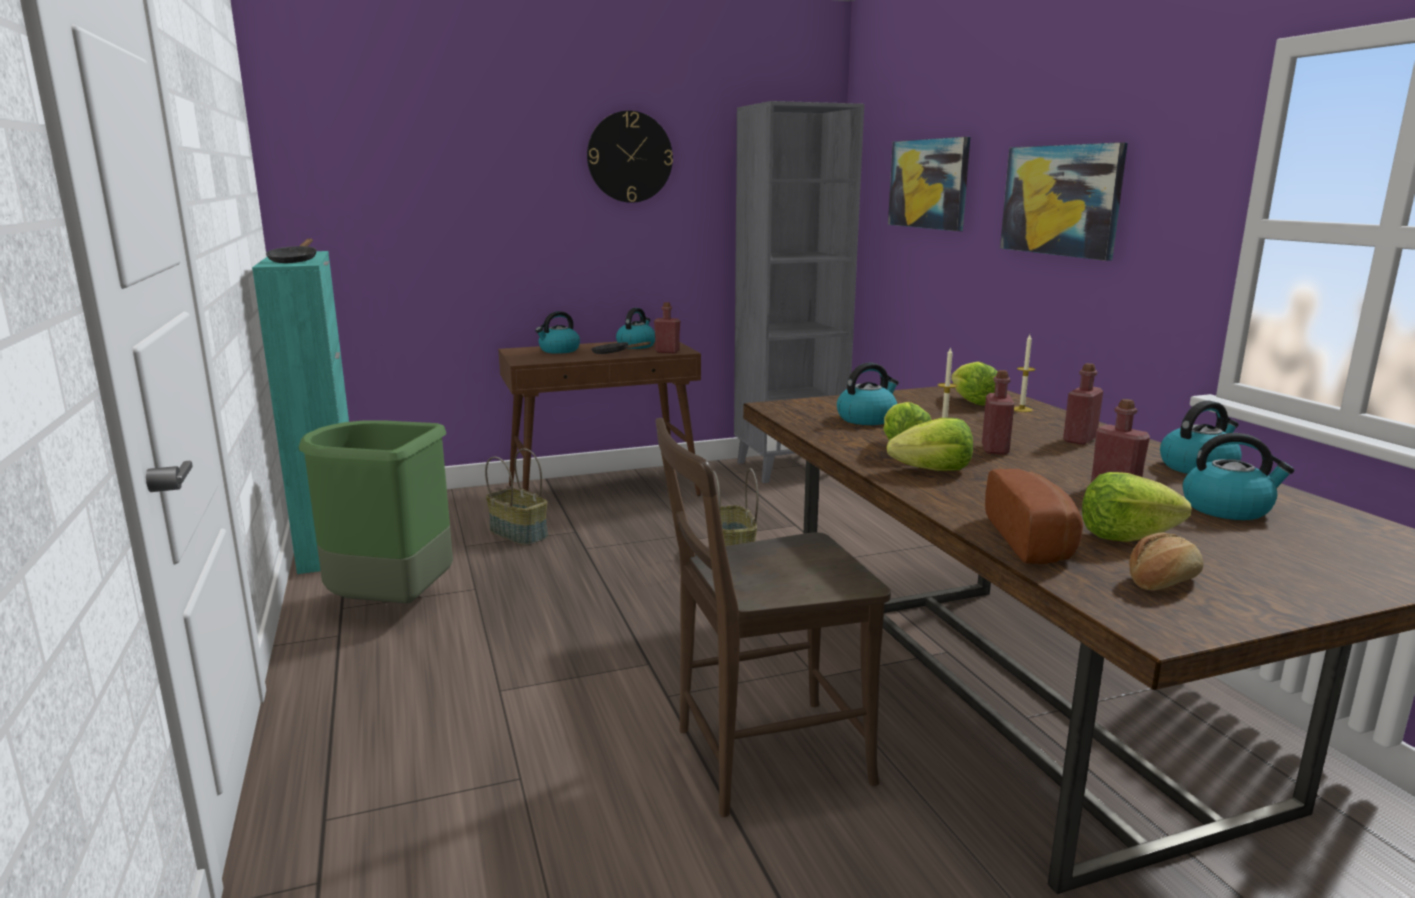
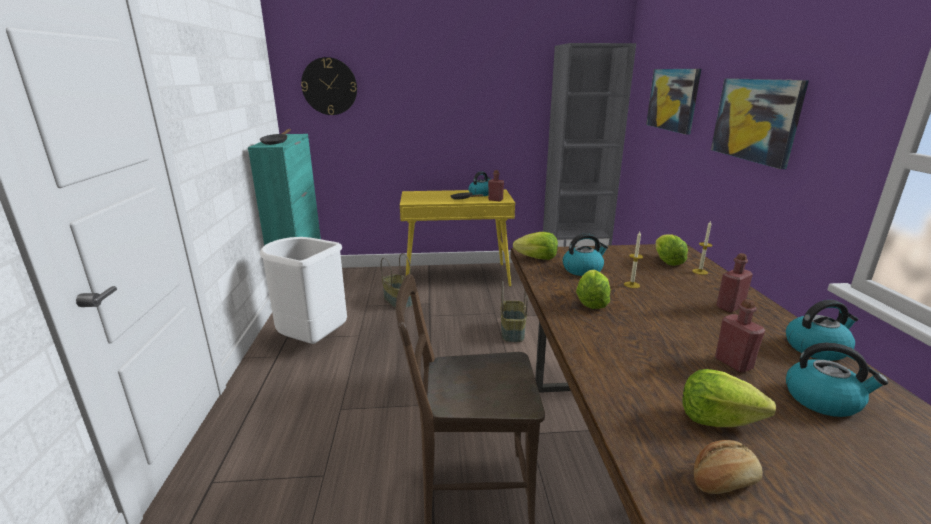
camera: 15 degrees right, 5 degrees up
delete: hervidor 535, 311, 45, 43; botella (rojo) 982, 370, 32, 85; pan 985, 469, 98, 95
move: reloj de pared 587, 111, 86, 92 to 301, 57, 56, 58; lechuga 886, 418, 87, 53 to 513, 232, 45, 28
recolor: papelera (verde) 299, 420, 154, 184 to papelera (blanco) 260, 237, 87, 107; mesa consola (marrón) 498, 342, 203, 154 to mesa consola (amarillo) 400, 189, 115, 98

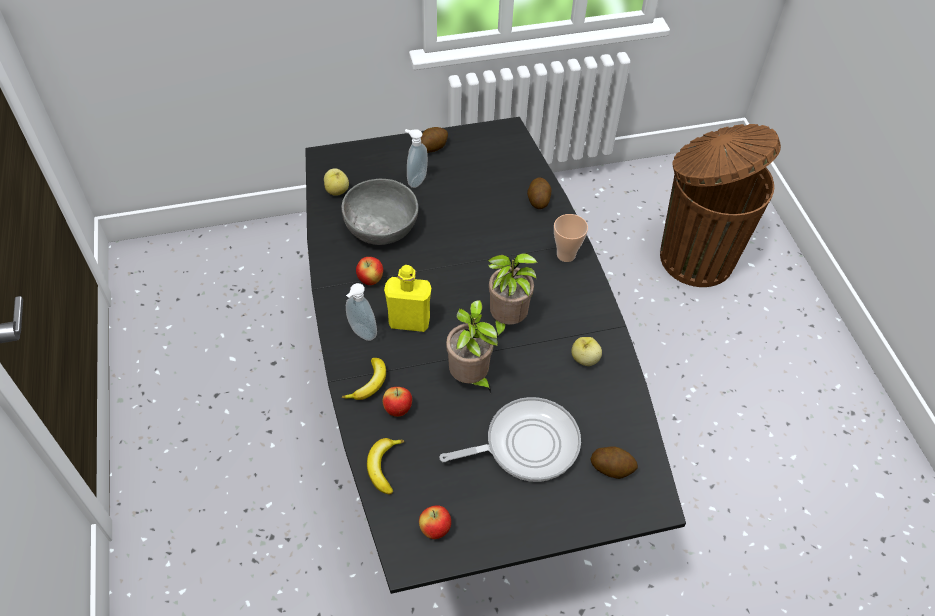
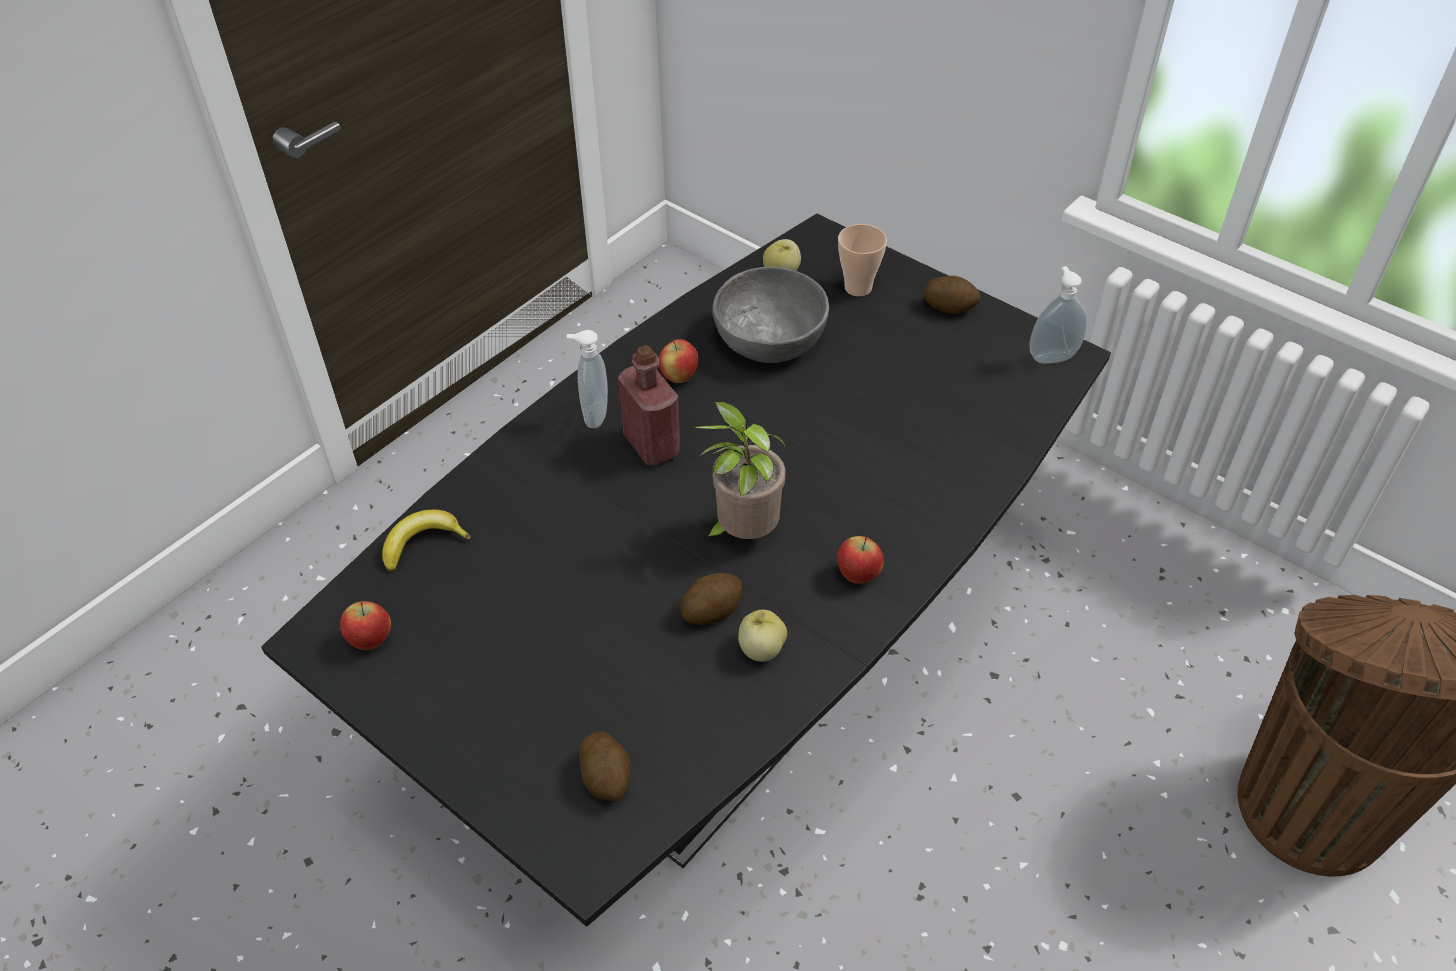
camera: 55 degrees right, 5 degrees down
delete: plátano 342, 358, 44, 42; sartén 440, 397, 141, 85; planta en maceta 446, 300, 52, 93
move: manzana 383, 387, 29, 30 to 837, 536, 47, 48; dispensador de jabón 405, 129, 23, 59 to 1029, 266, 58, 98; patata 527, 178, 24, 31 to 680, 573, 63, 52; taza 554, 214, 34, 48 to 838, 224, 49, 72
recolor: botella (amarillo) 384, 265, 47, 67 to botella (rojo) 618, 345, 62, 120

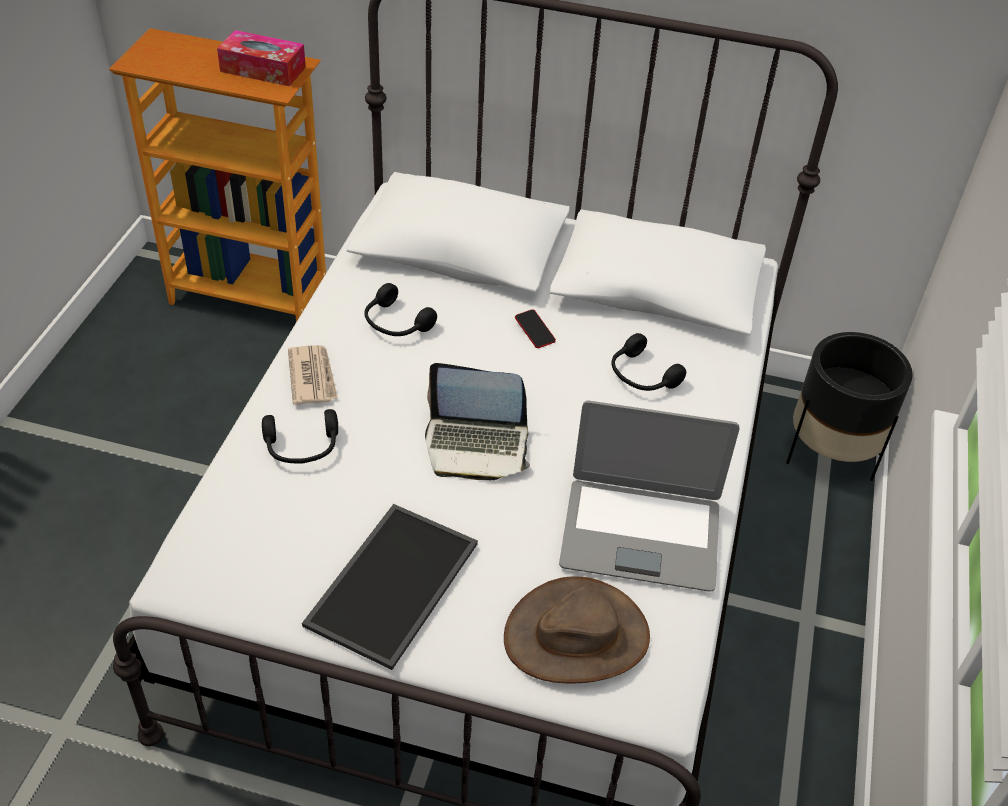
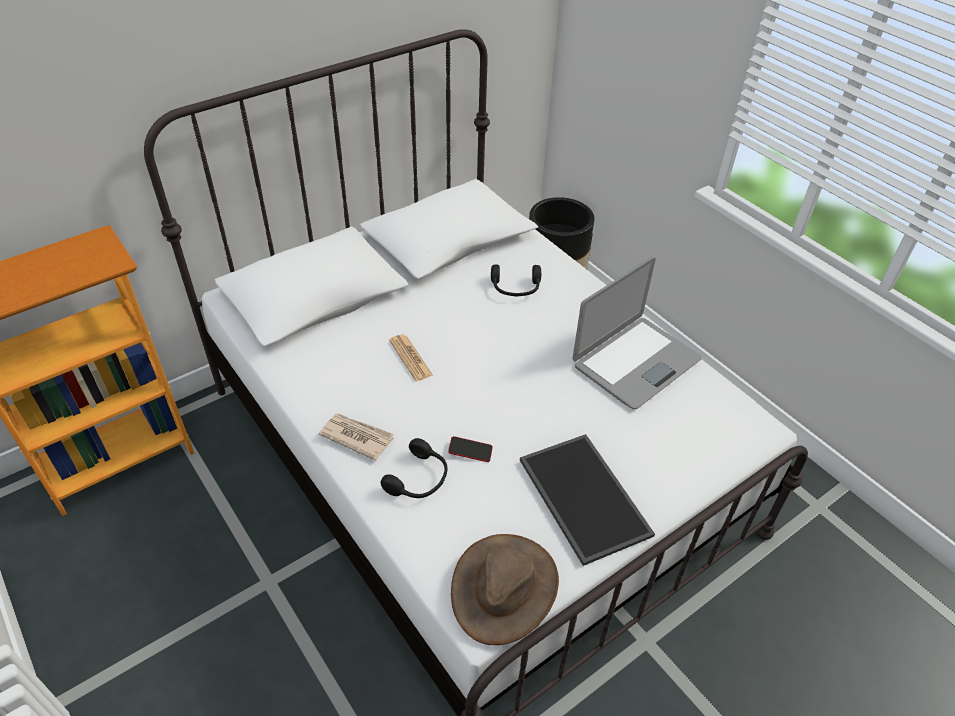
camera: 50 degrees left, 0 degrees up
delete: caja de pañuelos 217, 30, 89, 56; auriculares (negro) 364, 283, 73, 53; portátil 425, 363, 105, 117
insert: periódico 389, 335, 44, 46
move: sombrero (marrón) 504, 576, 146, 107 to 451, 534, 108, 111; móvil 515, 309, 41, 39 to 448, 436, 45, 26

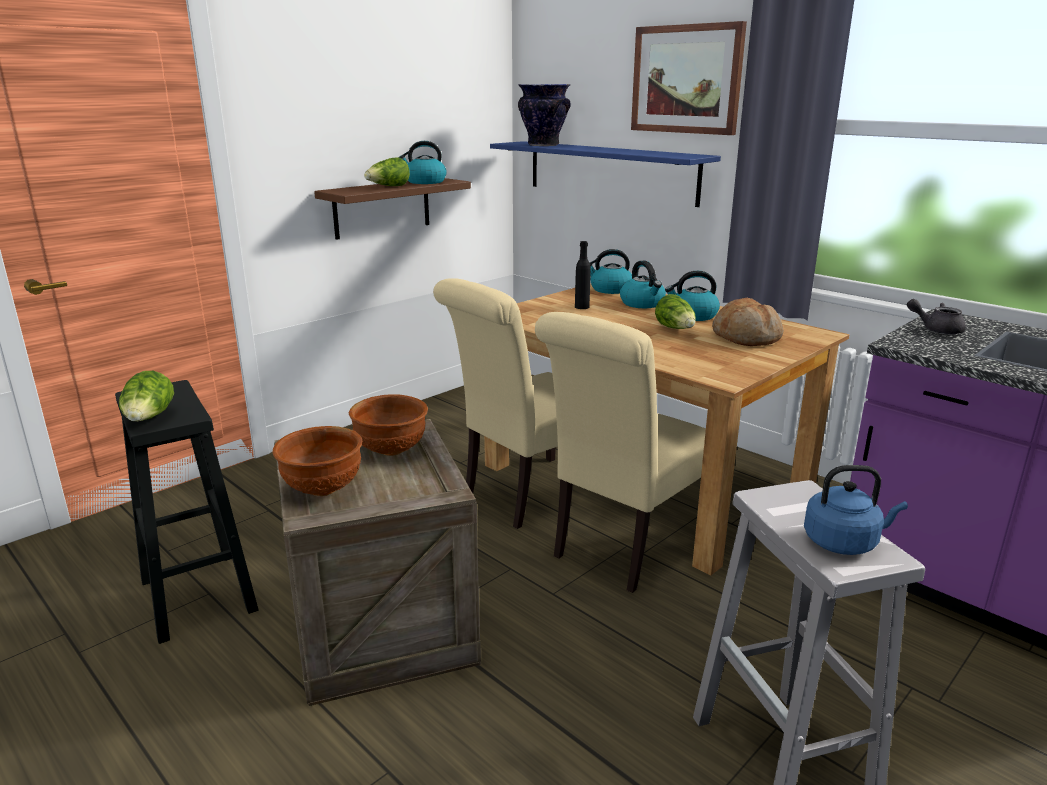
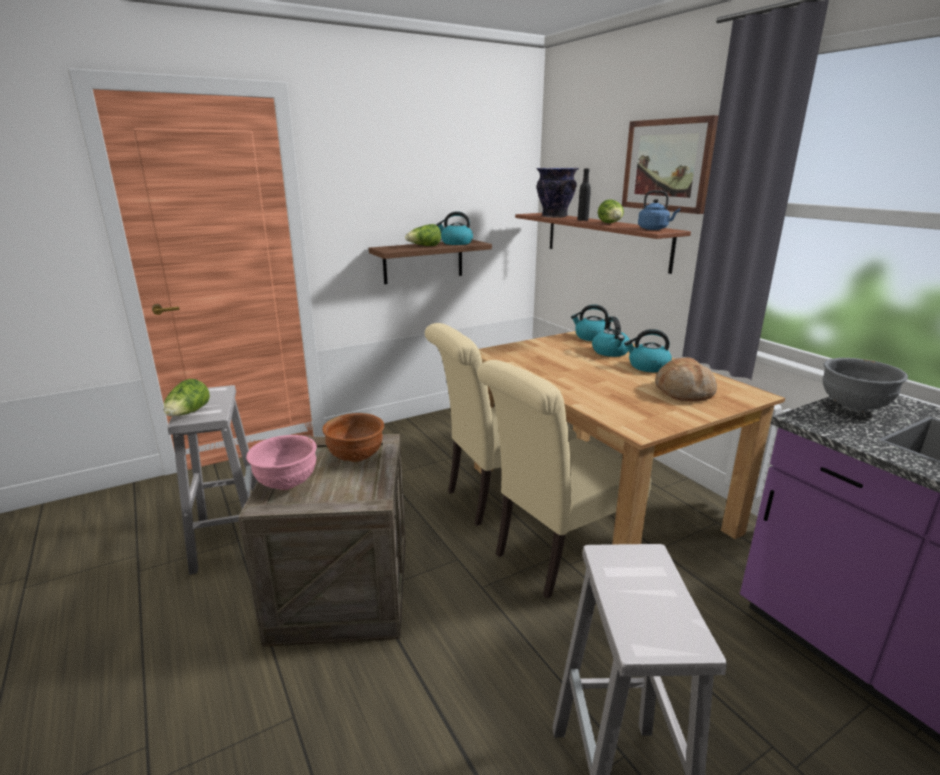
camera: 15 degrees right, 0 degrees up
move: botella (negro) 575, 241, 16, 68 to 577, 168, 14, 53; lechuga 655, 294, 41, 35 to 598, 199, 26, 24; hervidor (azul) 804, 465, 104, 90 to 638, 190, 42, 40
replace: tetera (gris) 907, 299, 59, 36 to cuenco (gris) 822, 358, 86, 54
recolor: taburete (negro) 115, 380, 144, 264 to taburete (blanco) 168, 385, 90, 190; cuenco (marrón) 273, 426, 89, 70 to cuenco (rosa) 246, 435, 71, 55; estante (azul) 490, 141, 231, 66 to estante (marrón) 515, 213, 176, 61

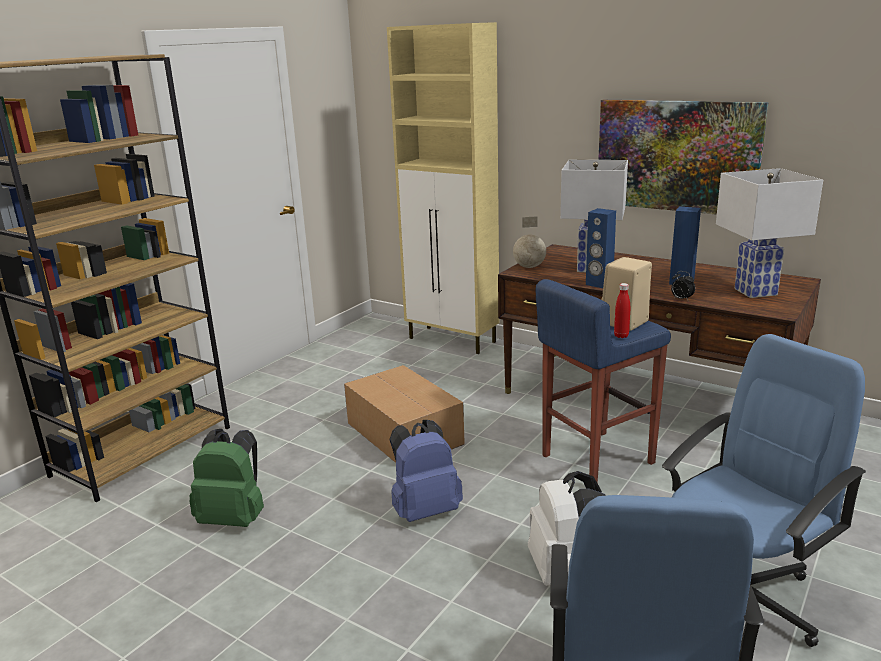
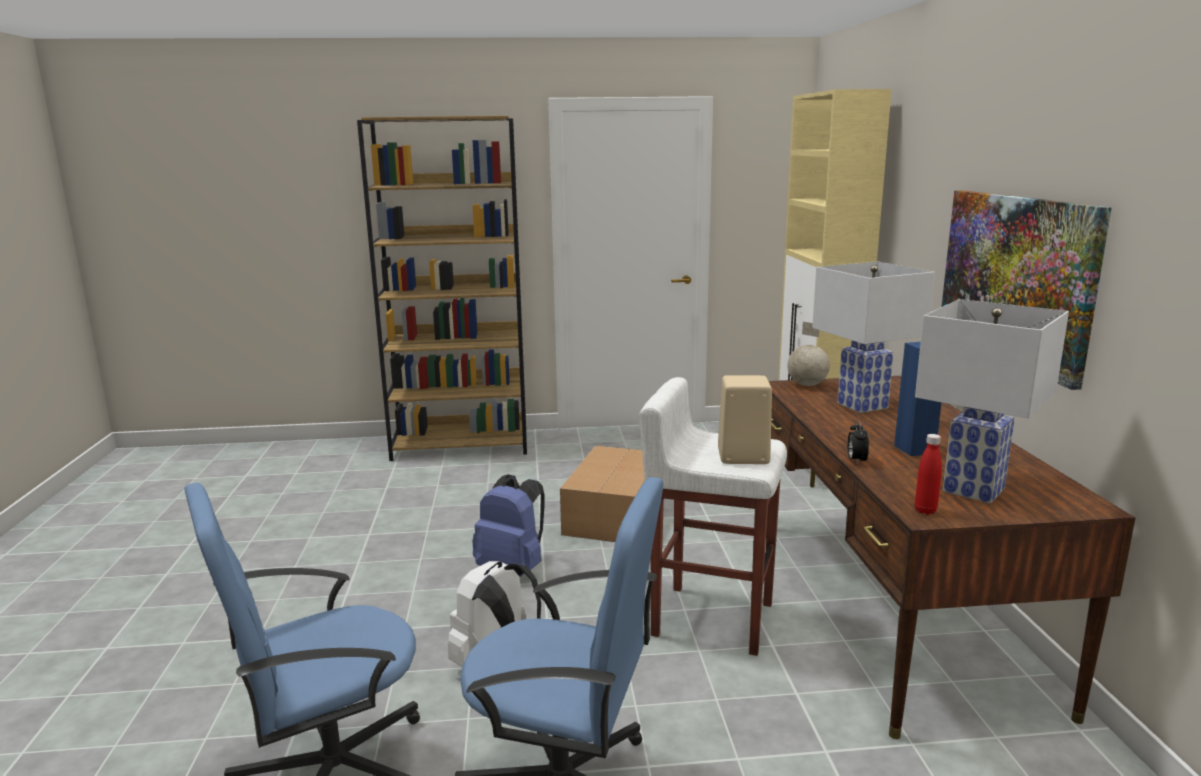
camera: 50 degrees right, 5 degrees down
delete: mochila (verde) 189, 429, 75, 98; altavoz (azul) 586, 208, 30, 80
move: botella (rojo) 614, 283, 16, 55 to 915, 434, 27, 80
recolor: taburete (azul) 536, 279, 135, 204 to taburete (blanco) 639, 377, 148, 279

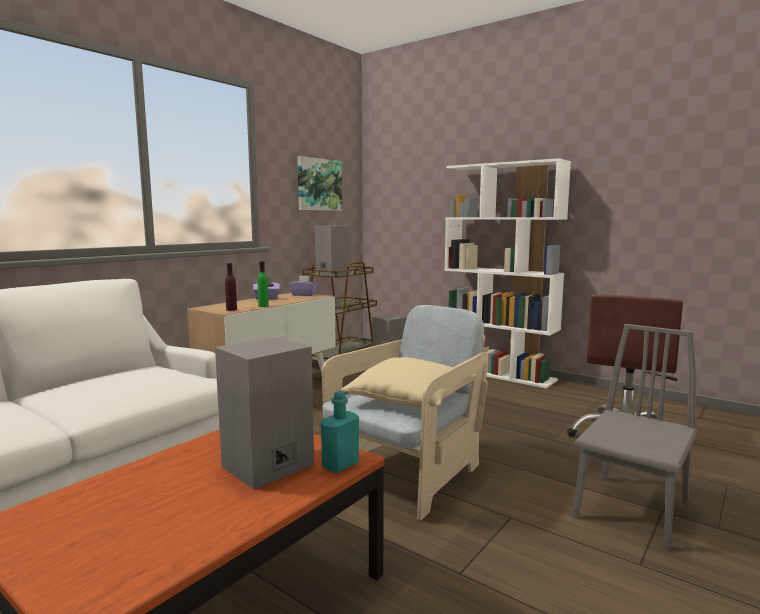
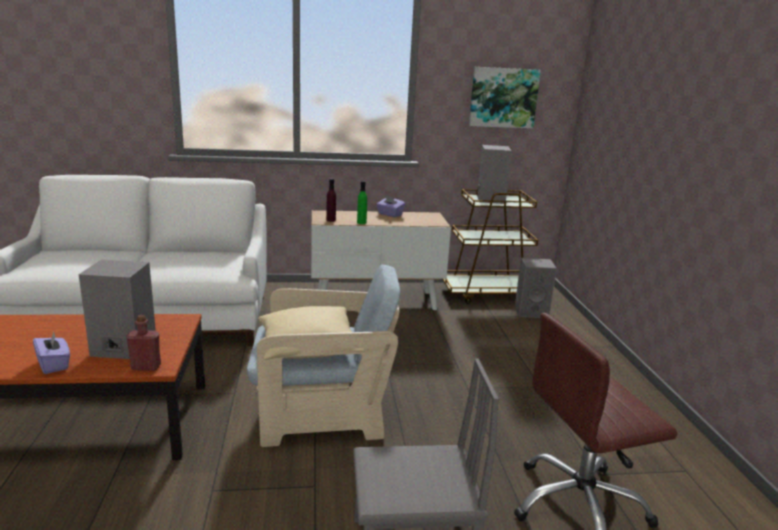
camera: 45 degrees right, 10 degrees up
delete: estantería (blanco) 444, 158, 127, 231
move: caja de pañuelos (morado) 289, 275, 28, 21 to 33, 331, 37, 43
recolor: botella (turquesa) 320, 391, 39, 82 to botella (rojo) 126, 315, 35, 56

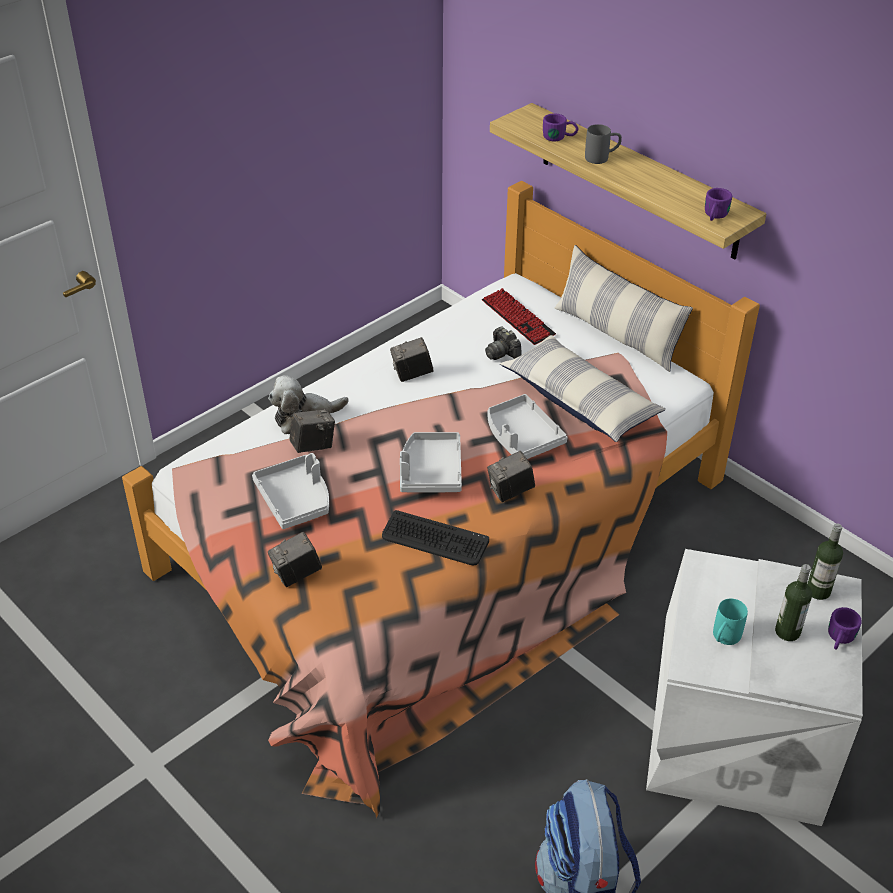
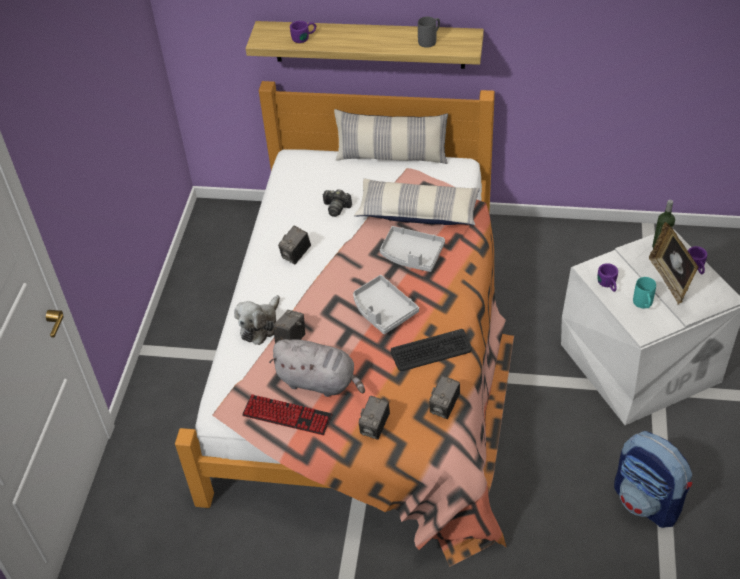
camera: 35 degrees left, 5 degrees up
move: teclado 482, 288, 74, 57 to 242, 394, 90, 41; cámara 487, 451, 48, 51 to 429, 375, 31, 44; taza grande (gris) 585, 124, 37, 40 to 418, 17, 22, 31; taza grande (morado) 705, 188, 27, 33 to 598, 263, 20, 29
replace: bandeja (gris) 252, 453, 77, 76 to peluche (gris) 269, 339, 96, 58; botella 775, 564, 37, 77 to portarretratos 649, 222, 50, 82

